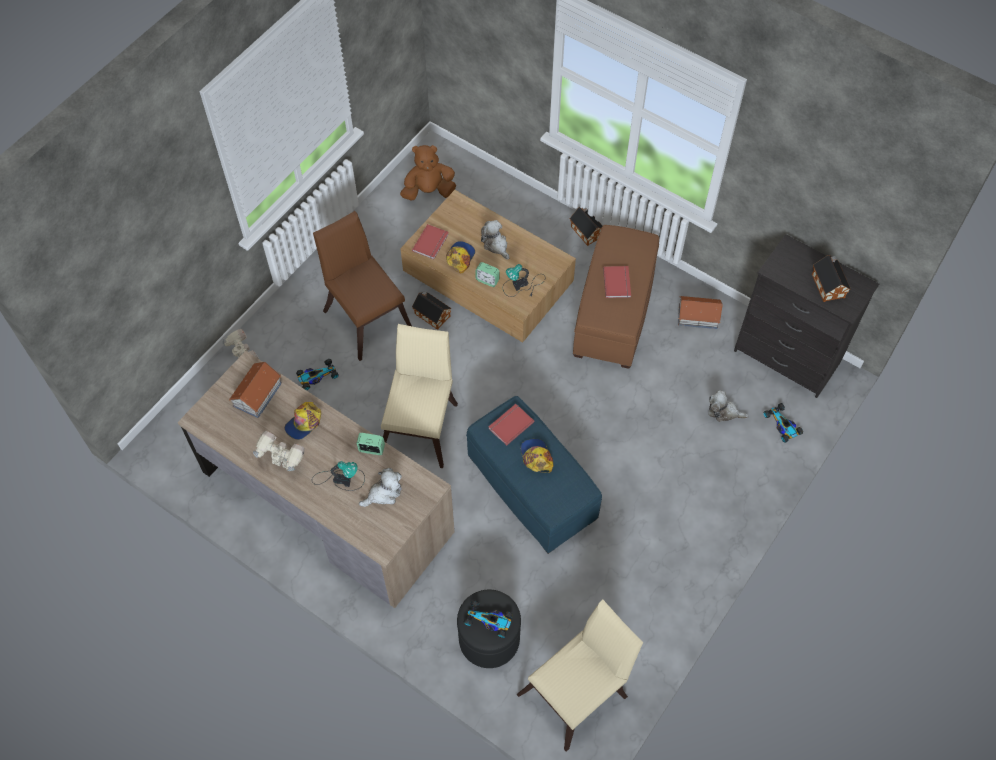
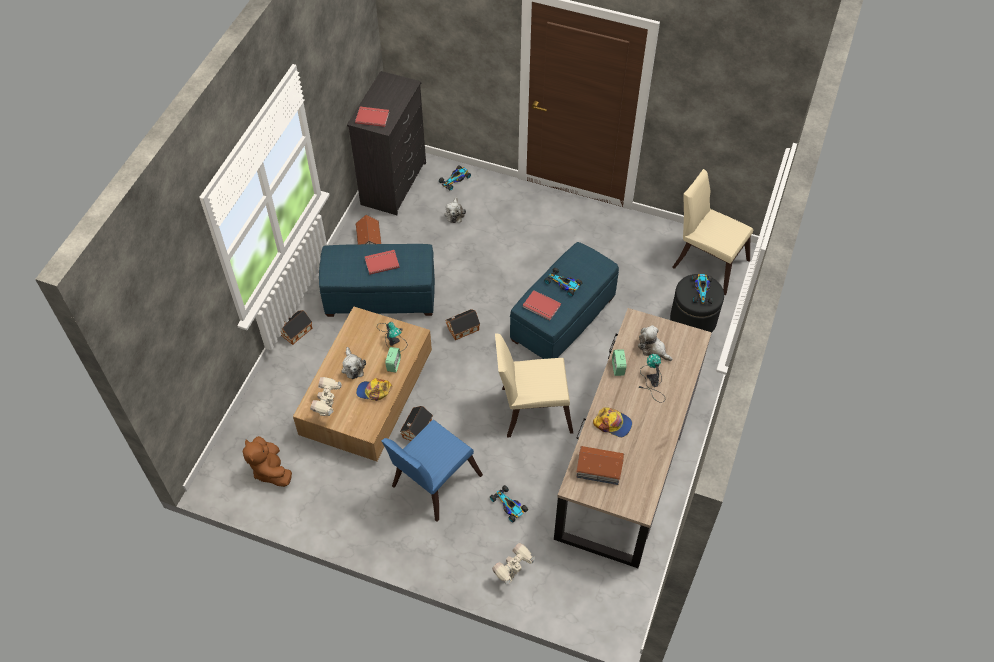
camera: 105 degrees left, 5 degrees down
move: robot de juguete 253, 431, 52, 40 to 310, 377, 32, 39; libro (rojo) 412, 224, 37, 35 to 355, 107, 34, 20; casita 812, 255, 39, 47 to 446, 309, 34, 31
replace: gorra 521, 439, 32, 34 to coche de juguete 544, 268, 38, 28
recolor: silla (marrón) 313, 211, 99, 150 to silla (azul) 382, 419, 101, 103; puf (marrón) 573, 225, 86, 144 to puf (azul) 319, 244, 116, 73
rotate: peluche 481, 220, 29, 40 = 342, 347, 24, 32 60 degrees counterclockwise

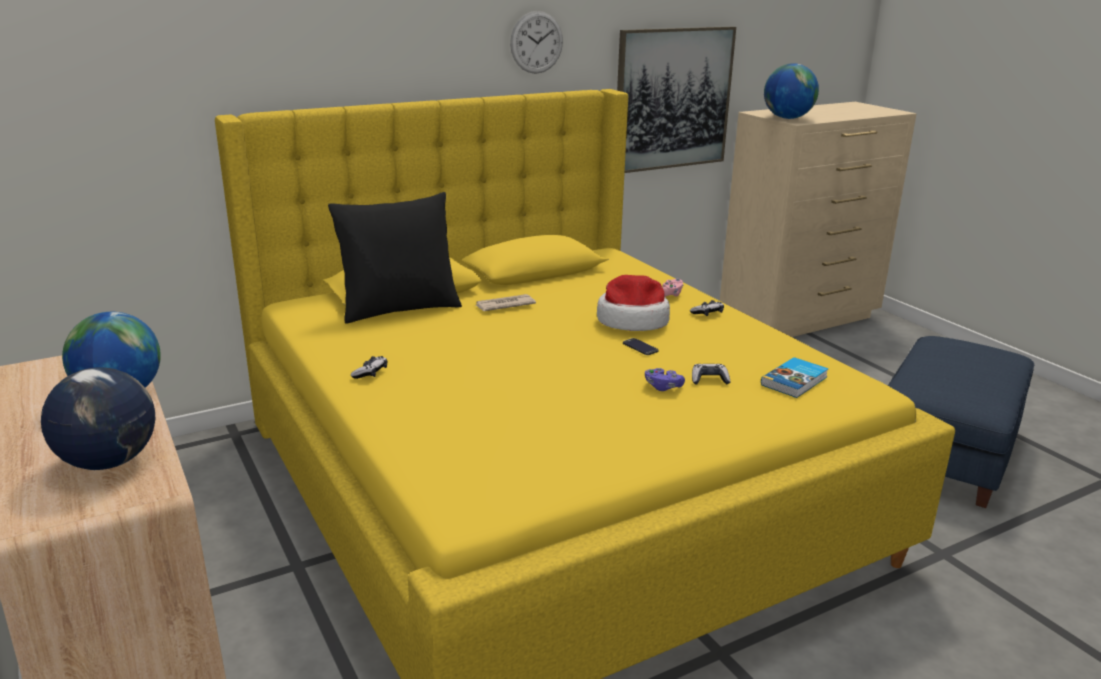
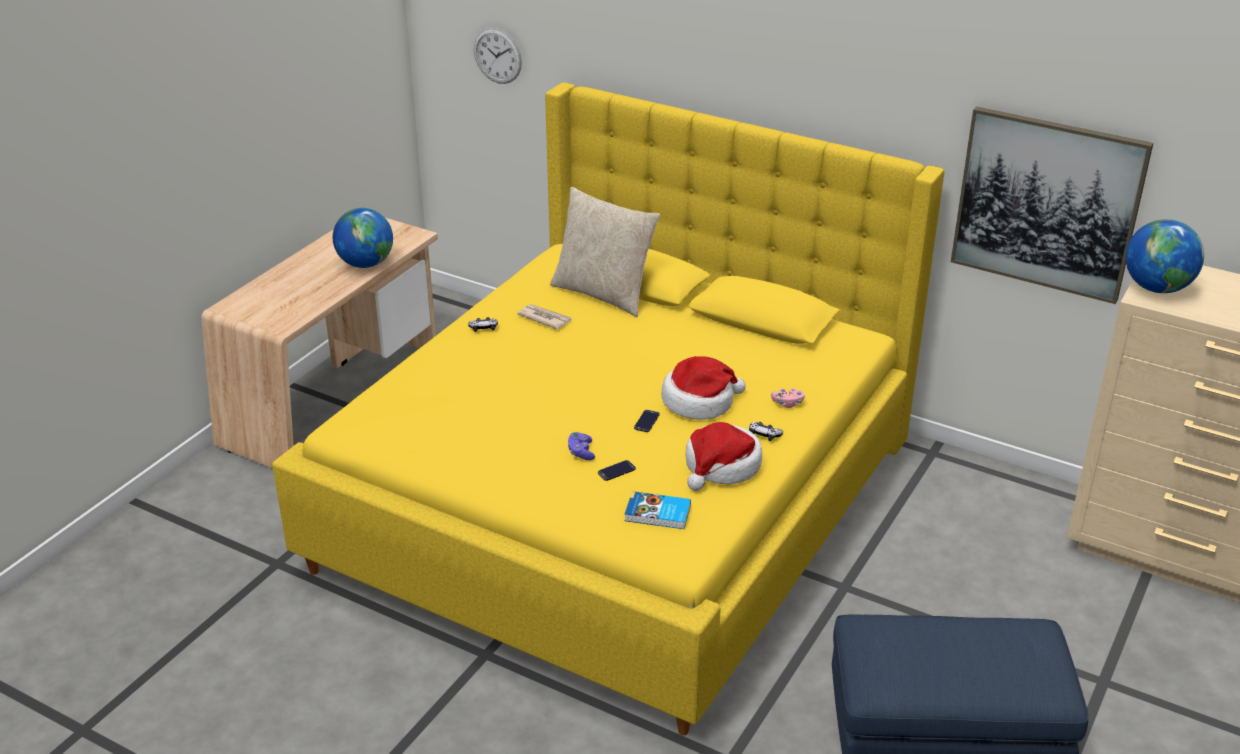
camera: 60 degrees right, 10 degrees up
delete: globo terráqueo 41, 367, 115, 103
insert: sombrero 686, 422, 76, 69
move: periódico 476, 294, 60, 17 to 517, 304, 55, 26; reloj de pared 510, 11, 53, 63 to 474, 28, 48, 56
replace: mando de consola 692, 364, 38, 21 to móvil 598, 460, 38, 21
recolor: cojín (negro) 328, 192, 134, 131 to cojín (beis) 550, 187, 110, 130

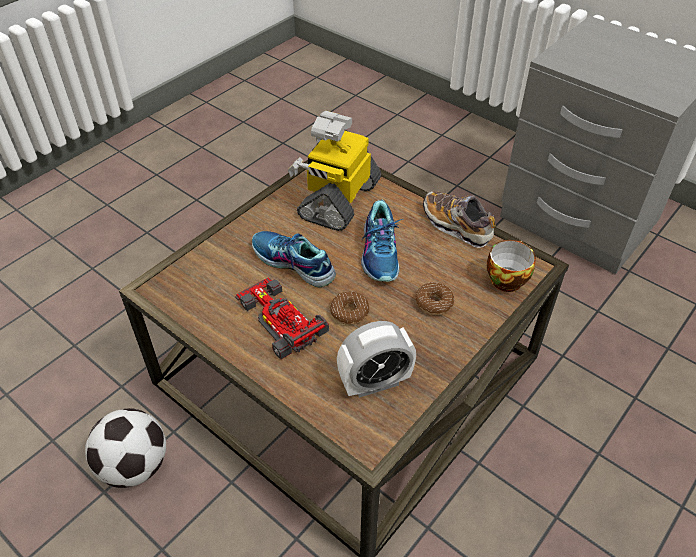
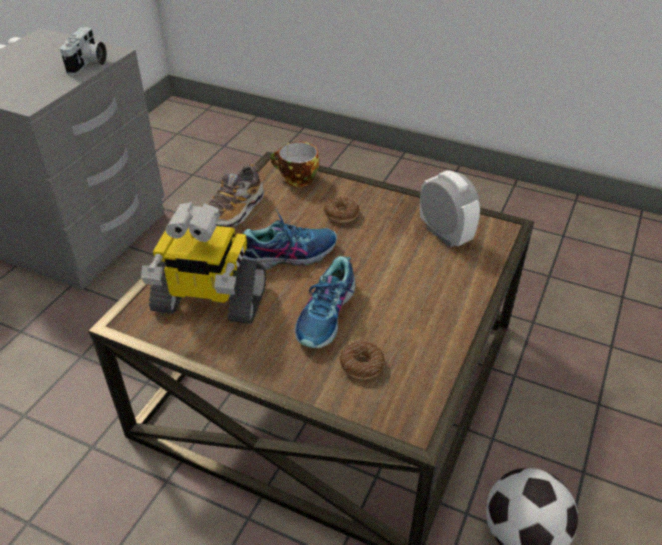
camera: 105 degrees left, 5 degrees down
delete: coche de juguete 235, 277, 94, 82
insert: cámara 60, 27, 47, 48
move: rosquilla 330, 291, 40, 34 to 340, 341, 45, 38

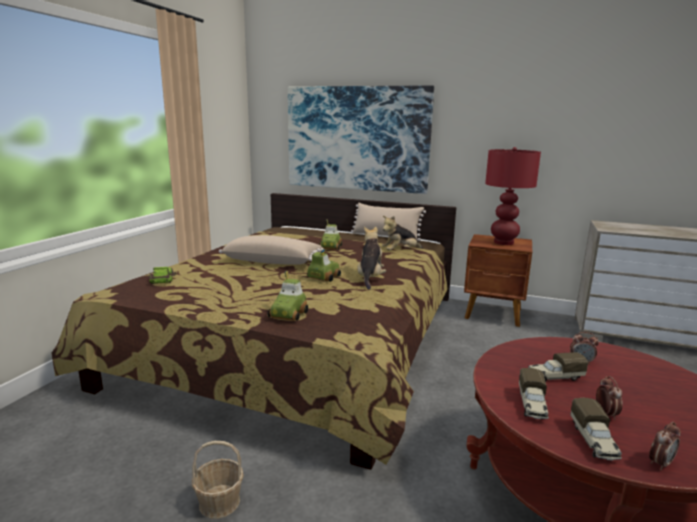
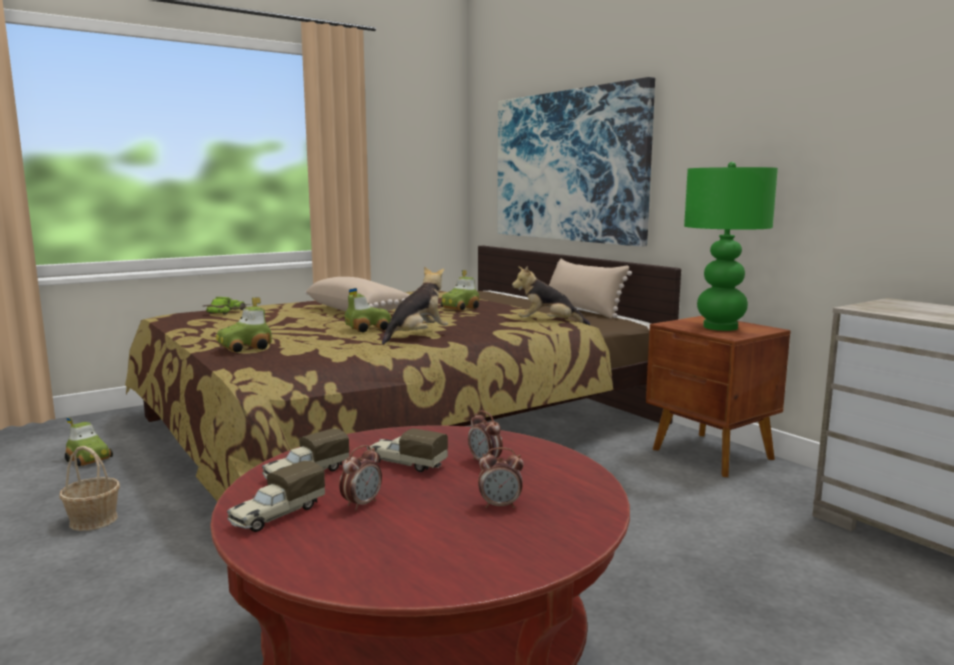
camera: 35 degrees right, 5 degrees down
insert: coche de juguete 65, 417, 48, 49
move: despertador 649, 422, 32, 49 to 478, 447, 46, 61
recolor: lámpara de mesa (rojo) 485, 147, 56, 98 to lámpara de mesa (verde) 684, 162, 94, 169

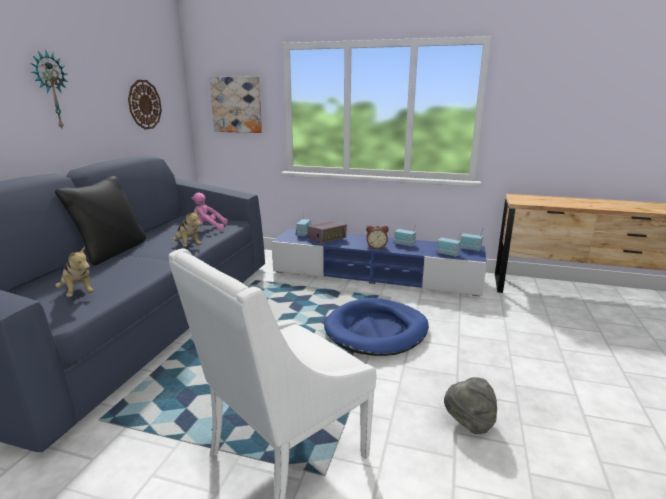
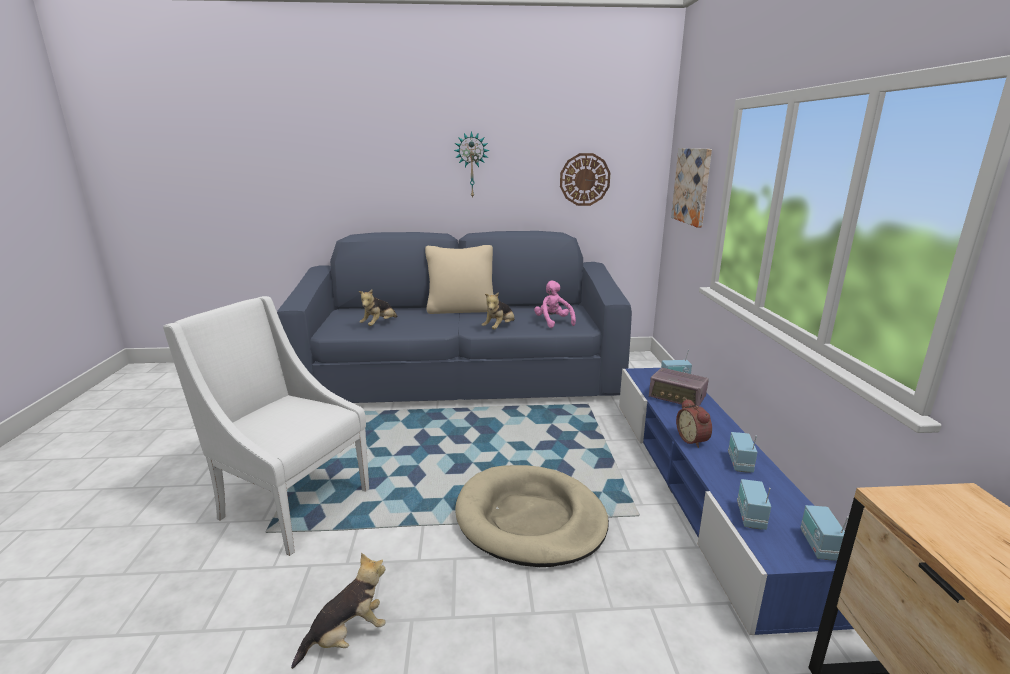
camera: 70 degrees right, 0 degrees up
replace: sombrero (gris) 444, 377, 53, 57 to peluche 291, 553, 95, 116
recolor: cojín (negro) 55, 176, 91, 89 to cojín (beis) 425, 245, 69, 69; cama para perro (azul) 324, 298, 105, 58 to cama para perro (beis) 455, 465, 154, 102

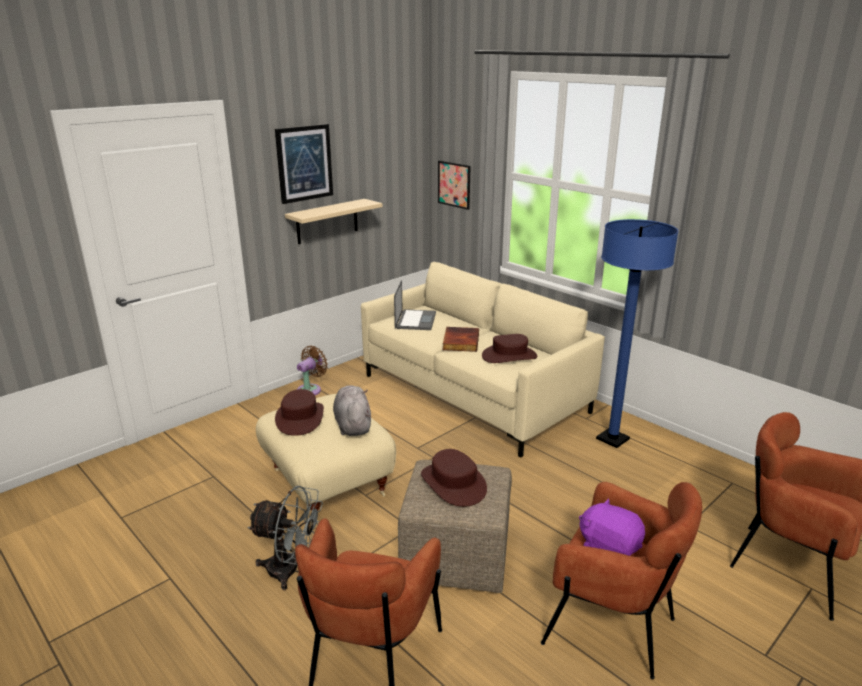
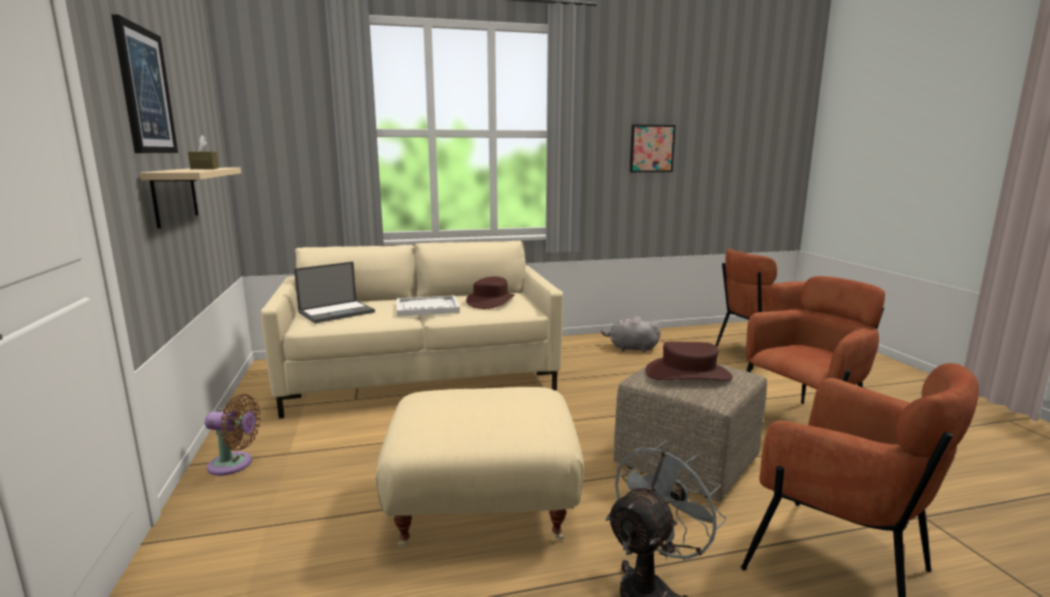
camera: 60 degrees left, 10 degrees down
delete: sombrero (marrón) 275, 389, 49, 47; peluche (morado) 579, 498, 66, 58; lámpara de pie (azul) 596, 219, 83, 229
insert: caja de pañuelos (marrón) 188, 135, 31, 34
move: peluche (gris) 333, 385, 38, 51 to 601, 316, 60, 36; cuadro 438, 160, 33, 50 to 630, 124, 46, 48
replace: libro 442, 327, 37, 25 to bandeja (blanco) 397, 295, 63, 22
rotate: ventilador (marrón) 297, 346, 31, 49 = 205, 394, 56, 82 120 degrees clockwise; portátil 394, 280, 42, 50 = 294, 262, 81, 61 105 degrees clockwise

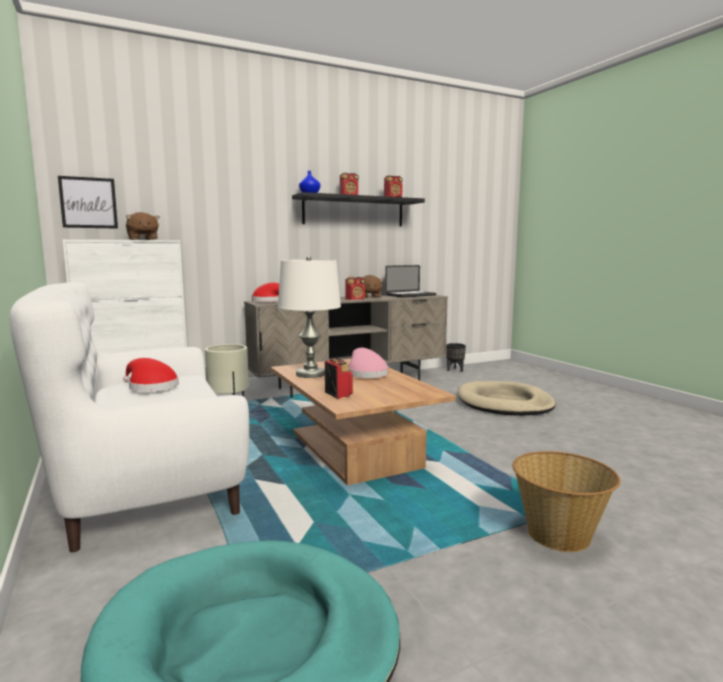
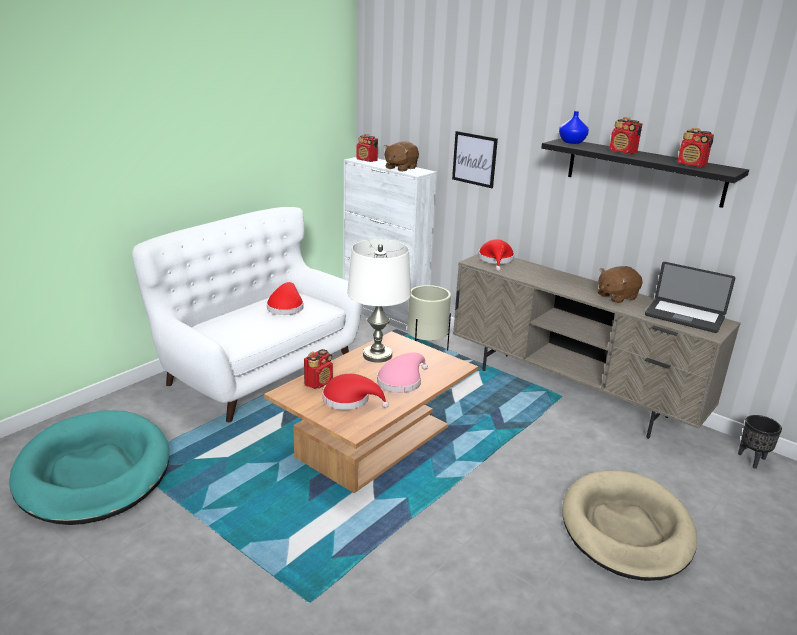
camera: 65 degrees right, 15 degrees up
delete: cesta 512, 451, 109, 101
insert: sombrero (rojo) 322, 374, 67, 36
move: cuadro 58, 176, 60, 53 to 452, 131, 46, 57; radio 346, 276, 19, 24 to 357, 134, 21, 28

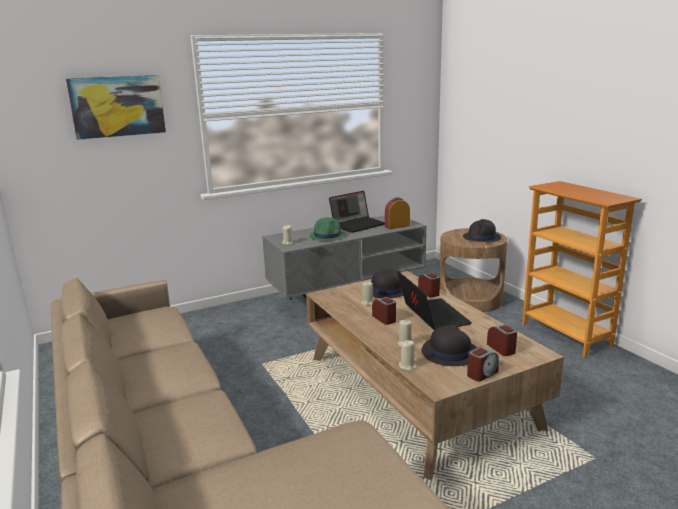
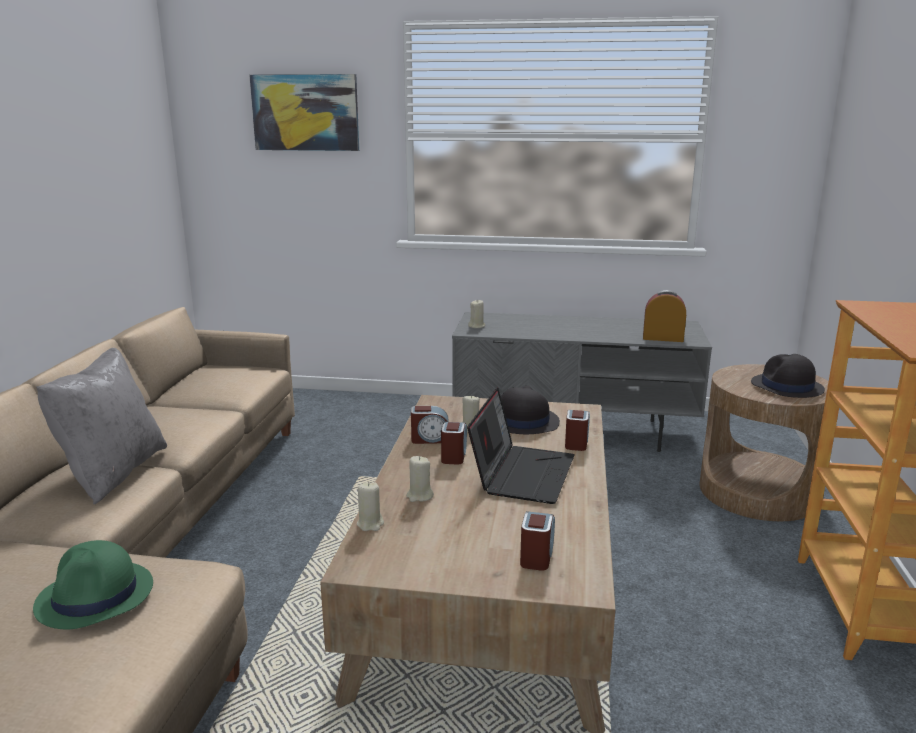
camera: 35 degrees right, 0 degrees up
delete: portátil 329, 191, 56, 42; sombrero (negro) 421, 325, 56, 41
insert: cojín (gris) 36, 348, 131, 156
move: sombrero (verde) 309, 217, 37, 24 to 33, 540, 120, 89; despertador 467, 346, 32, 36 to 411, 406, 38, 38

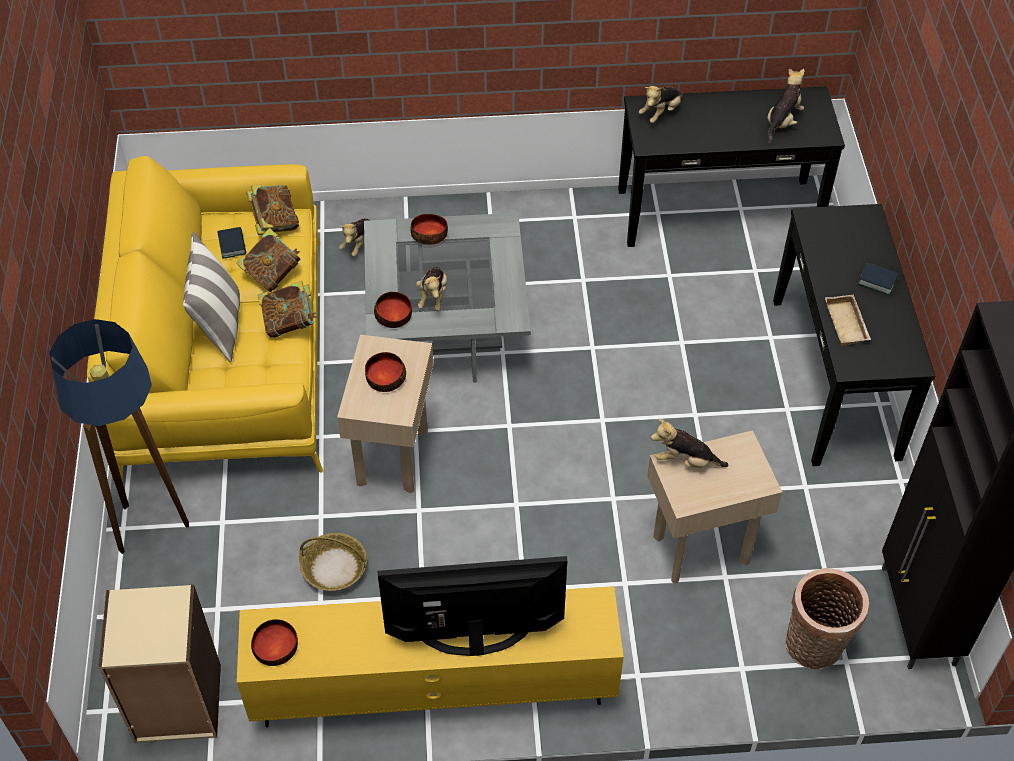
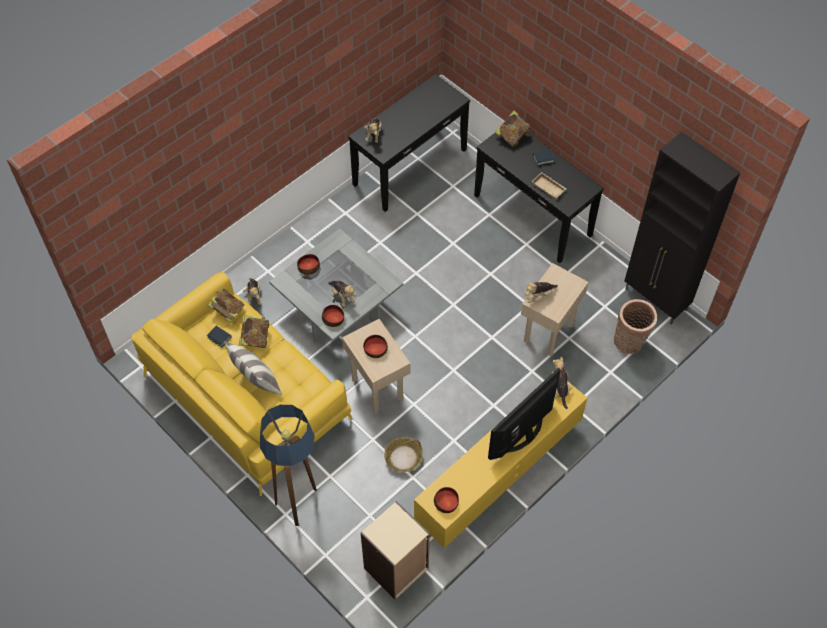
camera: 40 degrees left, 5 degrees up
move: libro 258, 281, 59, 57 to 495, 111, 35, 36; peluche 768, 69, 36, 75 to 552, 357, 21, 52

